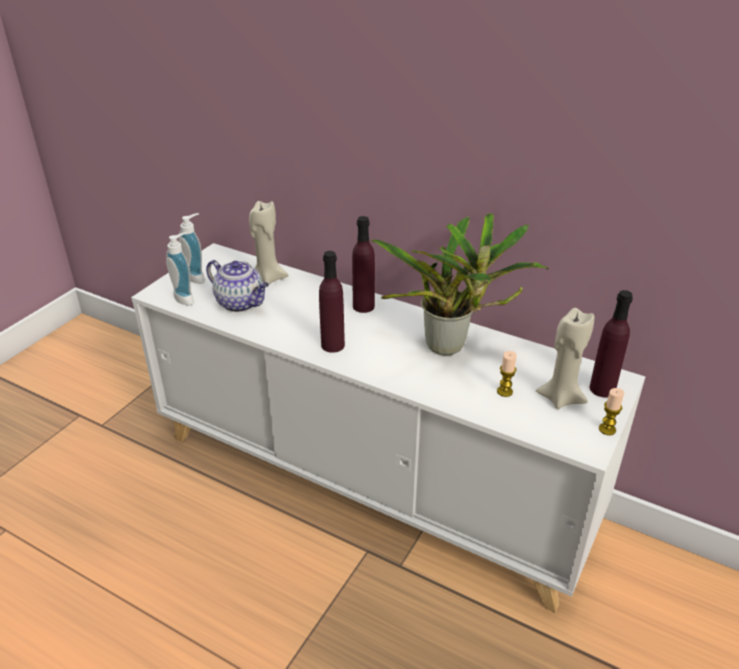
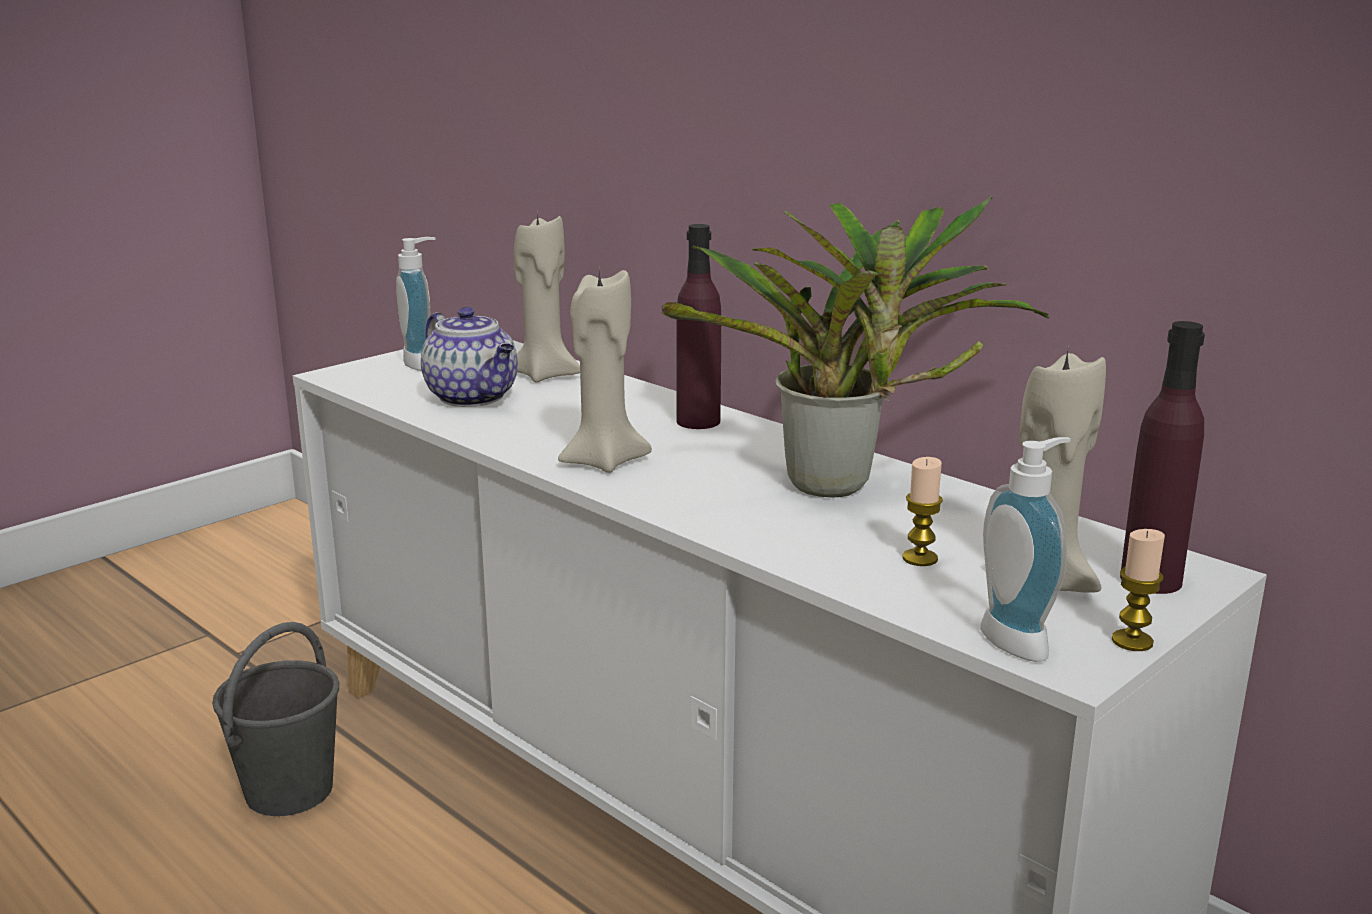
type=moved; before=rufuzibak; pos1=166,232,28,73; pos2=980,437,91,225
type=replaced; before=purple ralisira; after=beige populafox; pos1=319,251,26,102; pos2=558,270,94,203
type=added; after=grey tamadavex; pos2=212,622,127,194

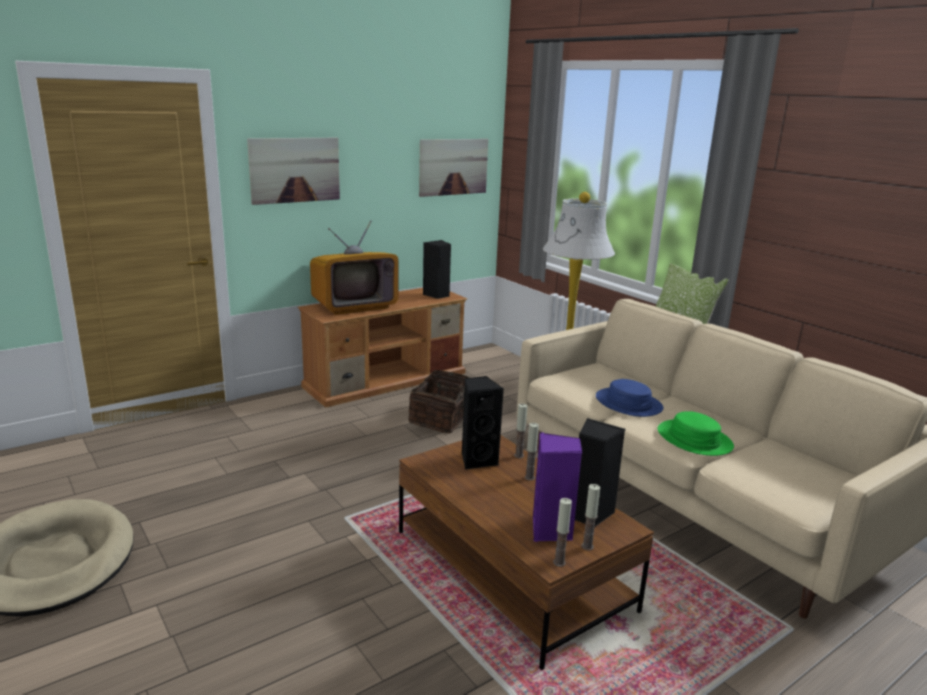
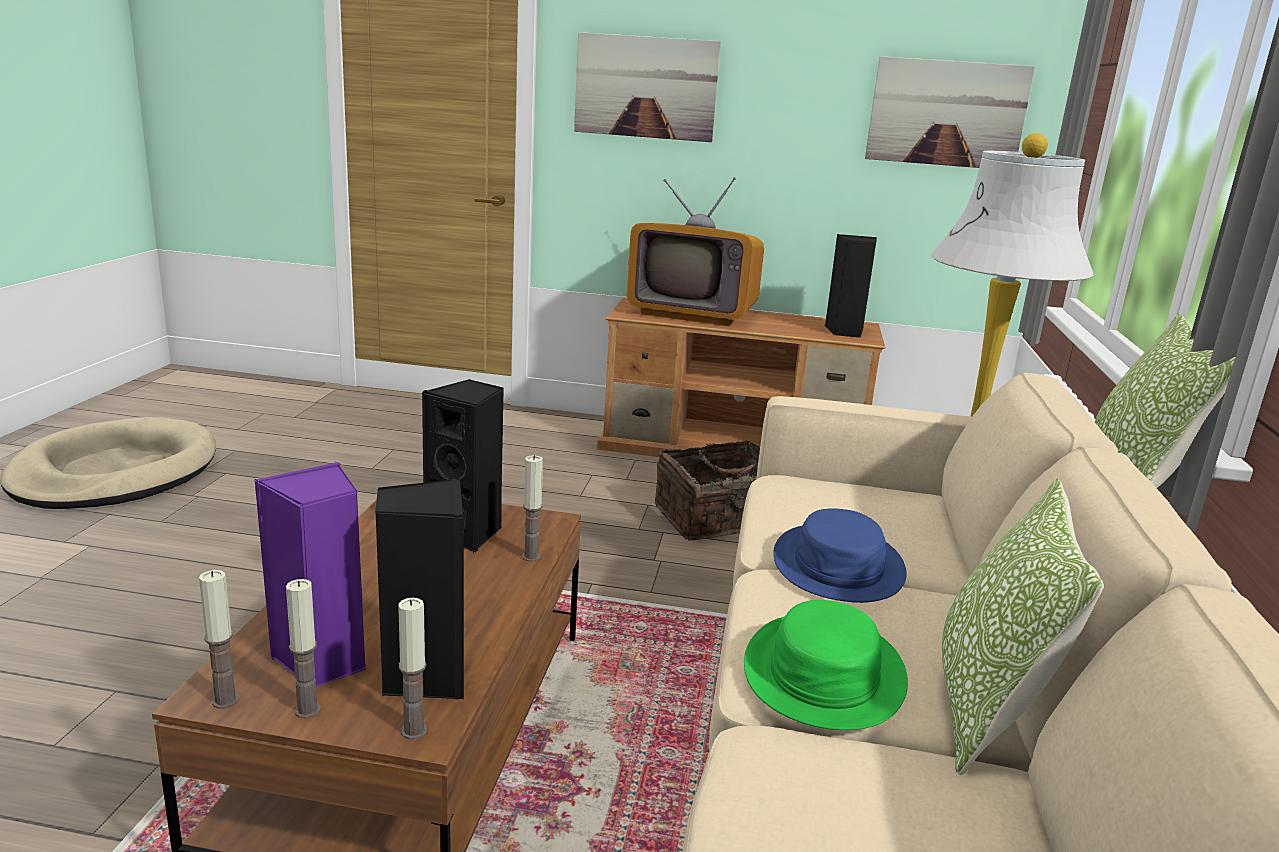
type=moved; before=populafox; pos1=525,423,14,58; pos2=398,598,29,141
type=added; after=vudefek; pos2=942,478,162,297

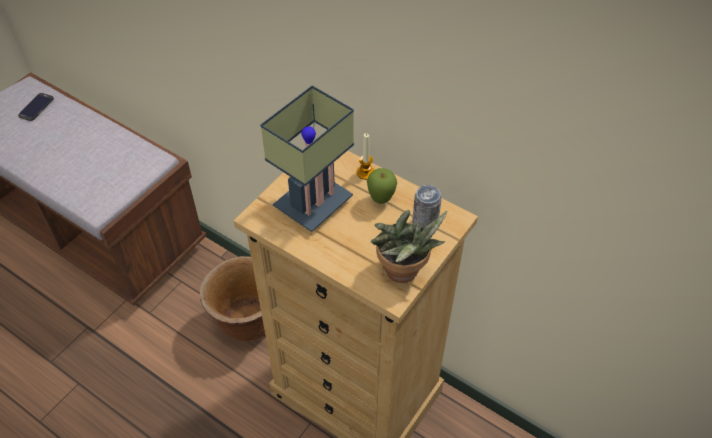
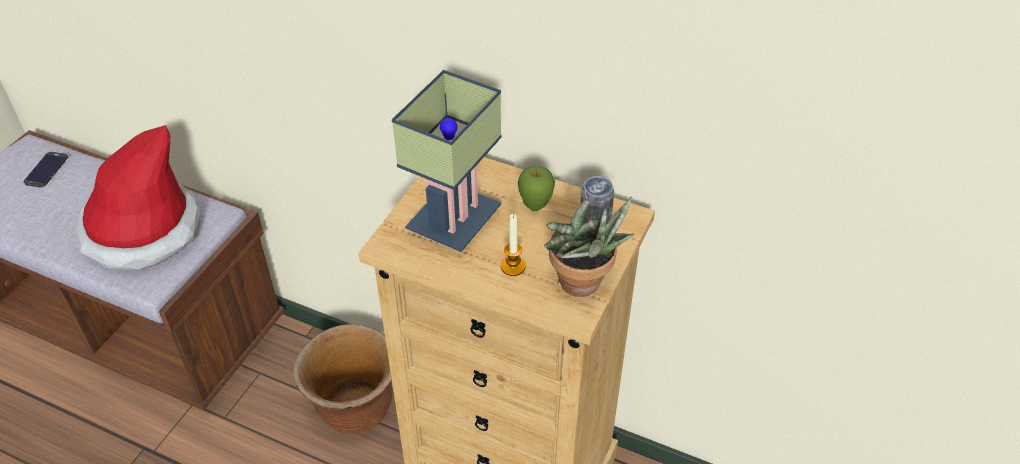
type=moved; before=populafox; pos1=357,133,17,47; pos2=501,214,25,62
type=added; after=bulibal; pos2=77,125,123,145

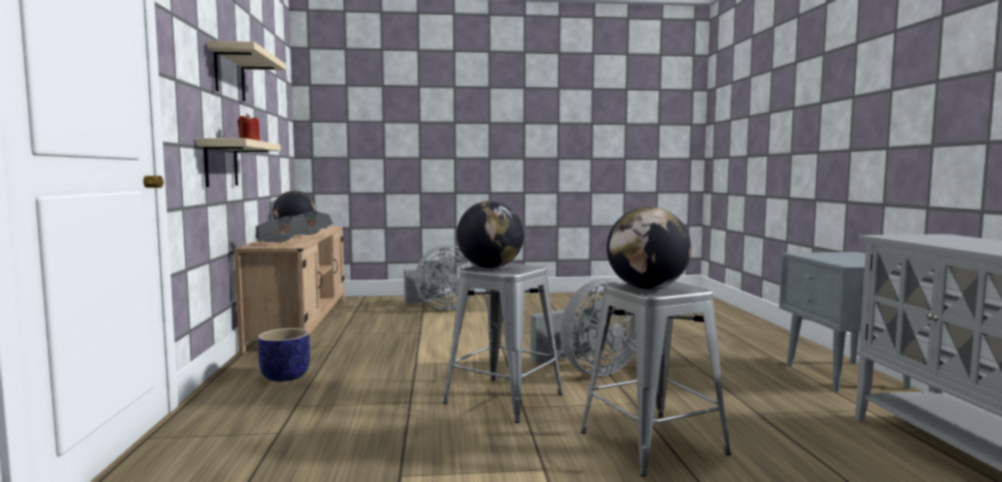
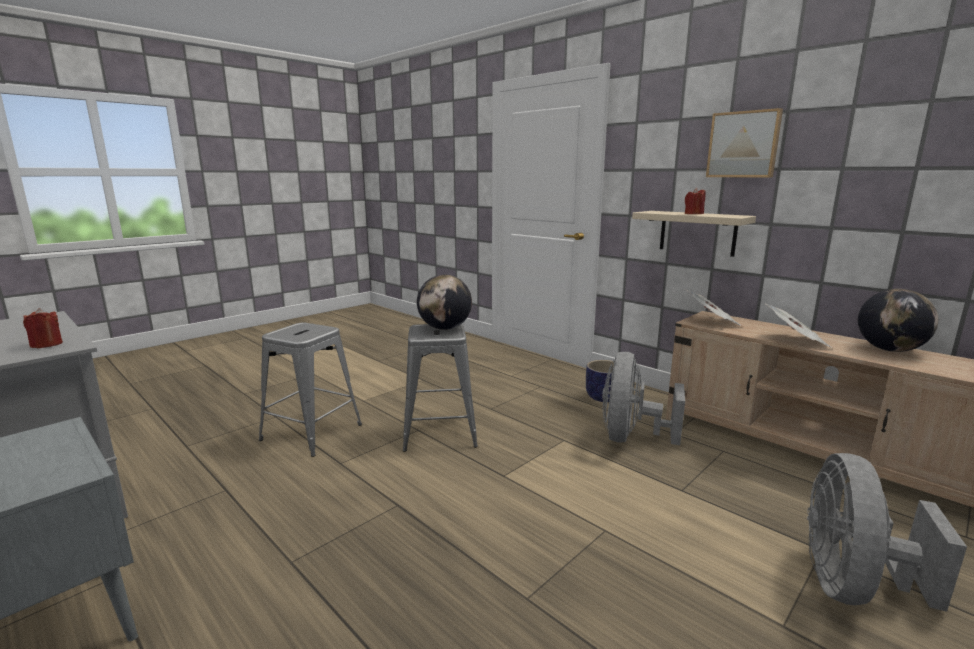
type=replaced; before=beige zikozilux; after=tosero; pos1=207,41,79,60; pos2=706,108,77,70
type=removed; before=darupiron; pos1=607,207,84,82
type=moved; before=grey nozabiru; pos1=530,279,106,97; pos2=602,352,83,93
type=added; after=red populafox; pos2=23,308,40,40

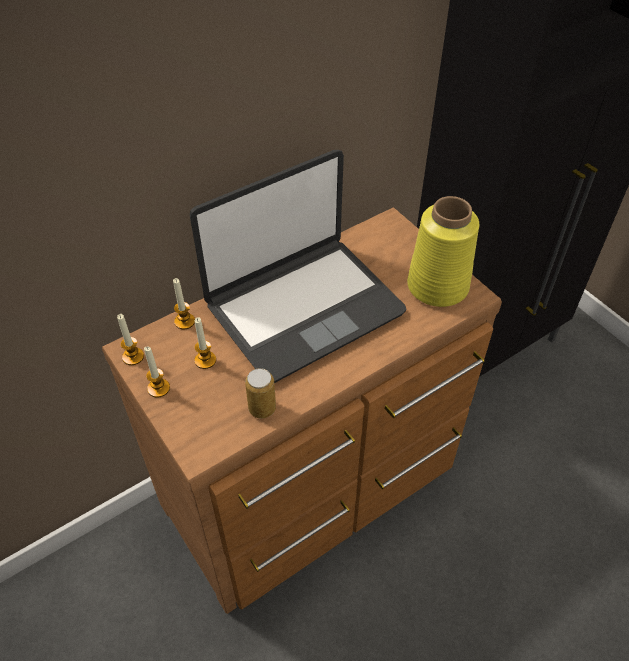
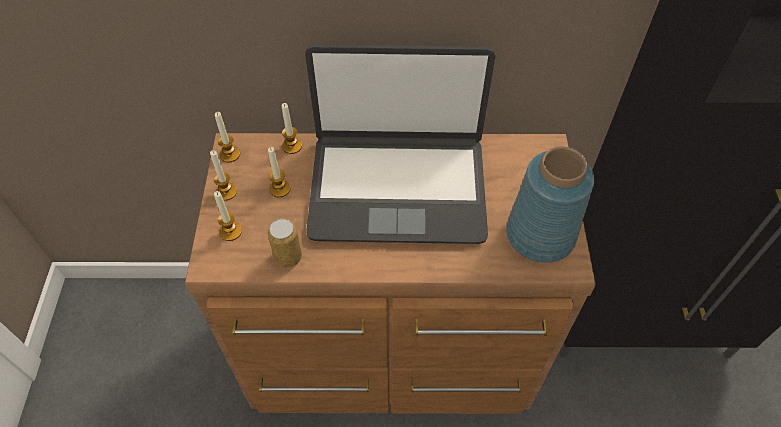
type=recoloured; before=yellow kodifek; after=blue kodifek; pos1=407,196,72,111; pos2=506,146,88,117
type=added; after=populafox; pos2=214,191,28,50

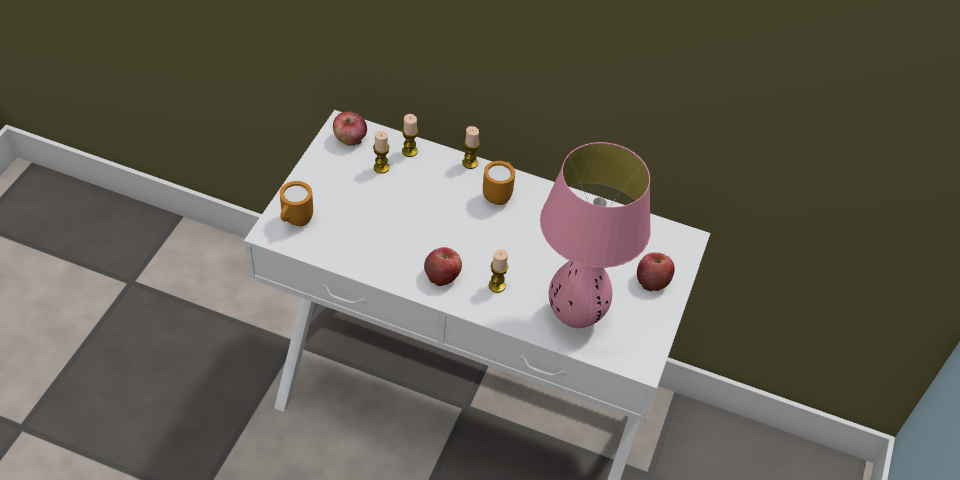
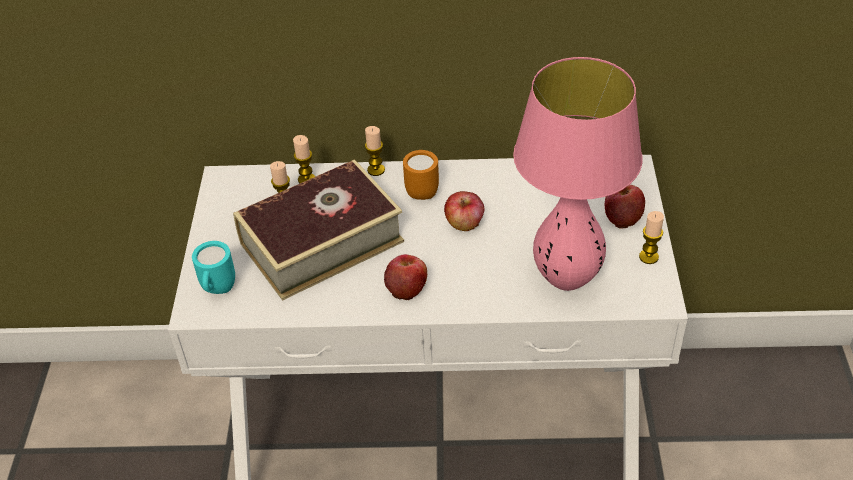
type=moved; before=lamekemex; pos1=333,112,34,34; pos2=444,191,41,40
type=recoloured; before=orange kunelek; after=turquoise kunelek; pos1=280,181,33,45; pos2=192,241,43,53
type=moved; before=populafox; pos1=489,249,19,44; pos2=639,211,25,53
type=added; after=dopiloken; pos2=233,159,171,142

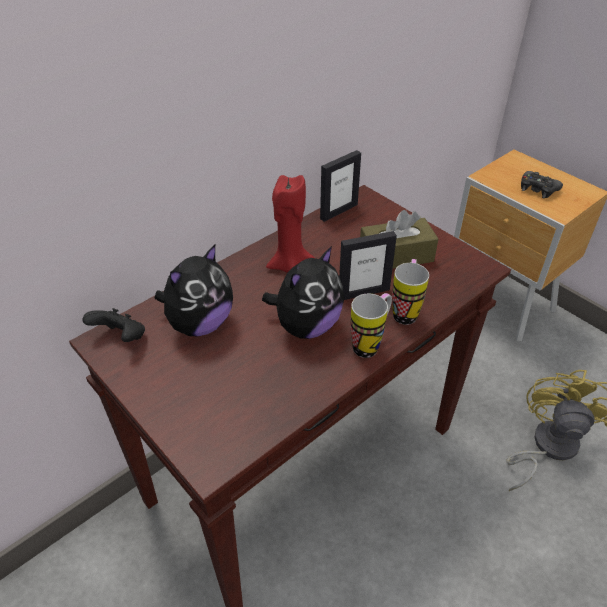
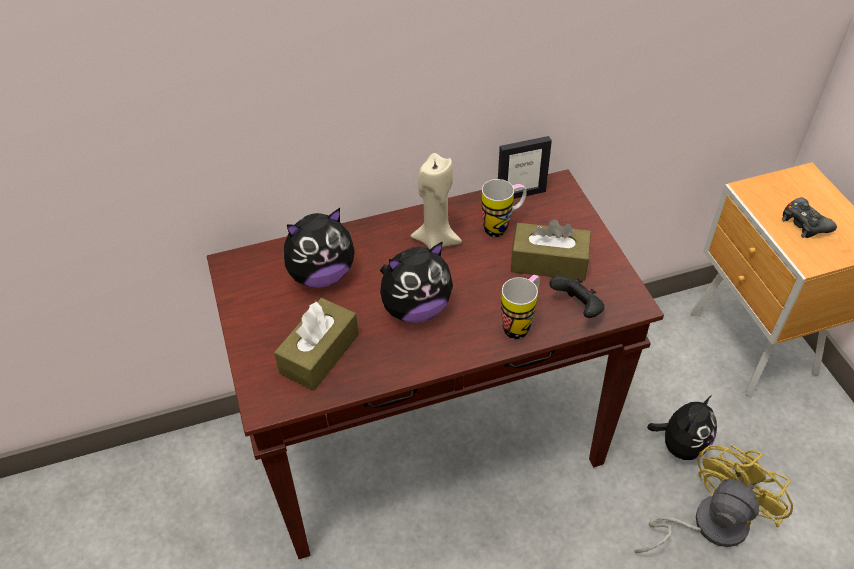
type=recoloured; before=red populafox; after=beige populafox; pos1=266,175,48,98; pos2=411,153,51,96
type=removed; before=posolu; pos1=339,231,58,69
type=moved; before=kunelek; pos1=350,293,42,65; pos2=482,179,45,58
type=moved; before=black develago; pos1=82,308,63,34; pos2=549,276,56,42
type=added; after=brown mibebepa; pos2=274,298,85,93
type=added; after=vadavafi; pos2=647,395,70,65

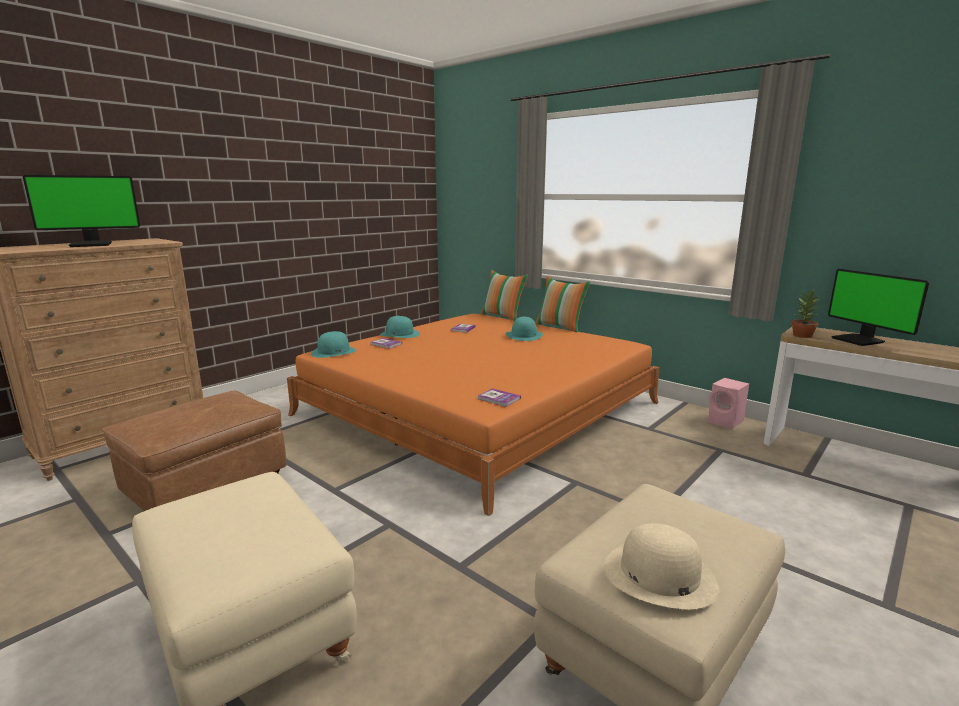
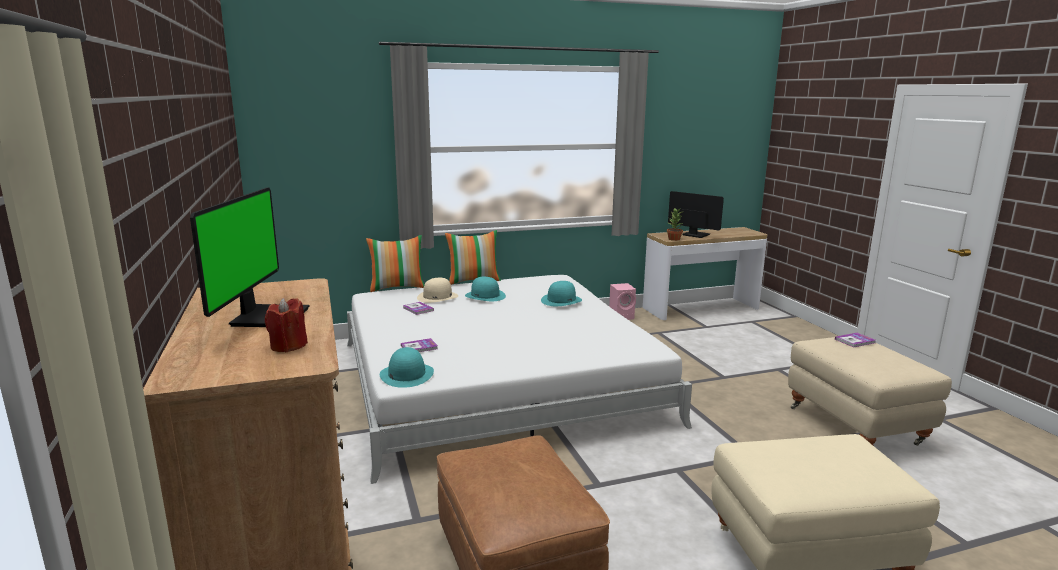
type=turned; before=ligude; pos1=828,269,101,77; pos2=668,191,56,47; turn=-150
type=recoloured; before=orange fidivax; after=white fidivax; pos1=287,314,373,202; pos2=347,275,345,209
type=moved; before=turquoise bulibal; pos1=380,316,40,22; pos2=541,281,41,25
type=moved; before=dopiloken; pos1=478,388,43,19; pos2=835,333,41,14
type=moved; before=beige bulibal; pos1=604,523,115,86; pos2=417,278,41,25
type=added; after=red populafox; pos2=265,298,43,54

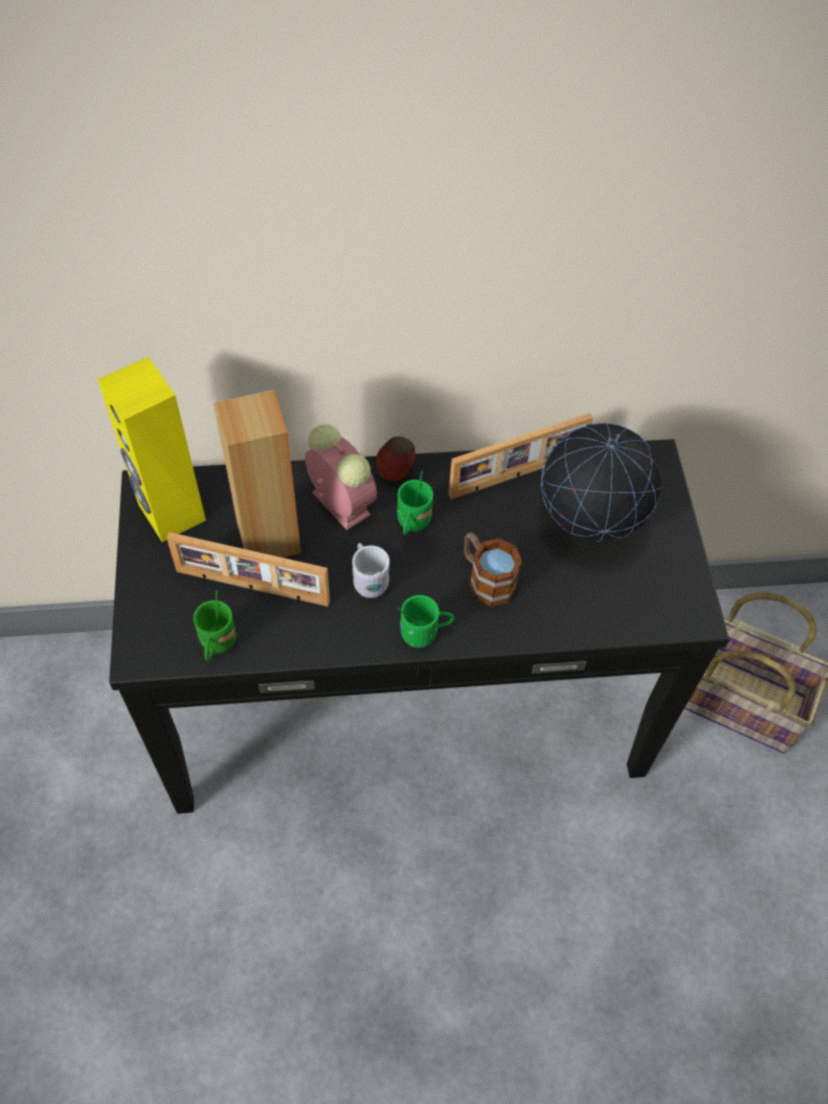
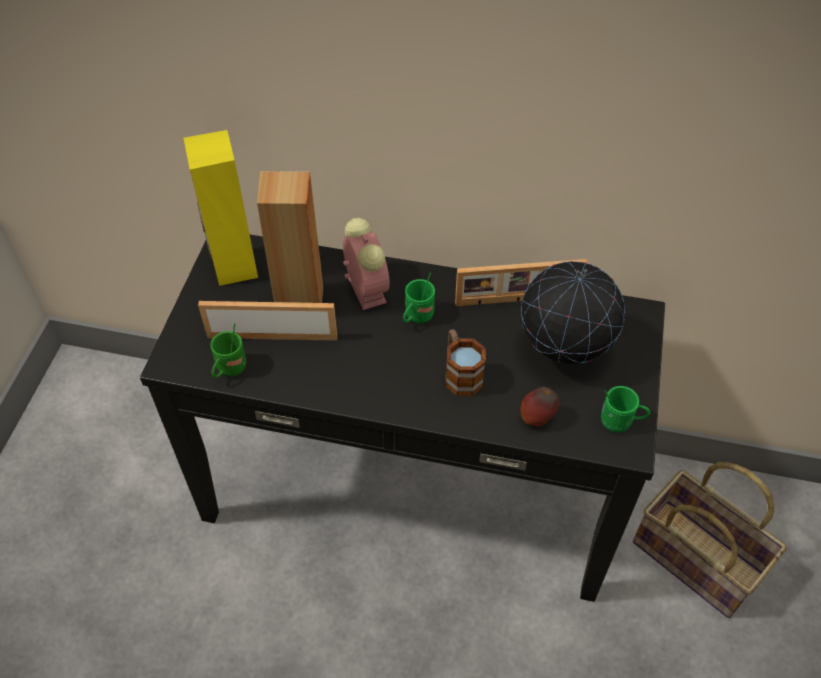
type=moved; before=lamekemex; pos1=376,436,39,45; pos2=520,387,39,39
type=turned; before=posolu; pos1=167,532,163,75; pos2=198,301,139,40; turn=150
type=removed; before=white kunelek; pos1=352,543,38,55
type=moved; before=green kunelek; pos1=397,595,58,53; pos2=601,386,50,47

